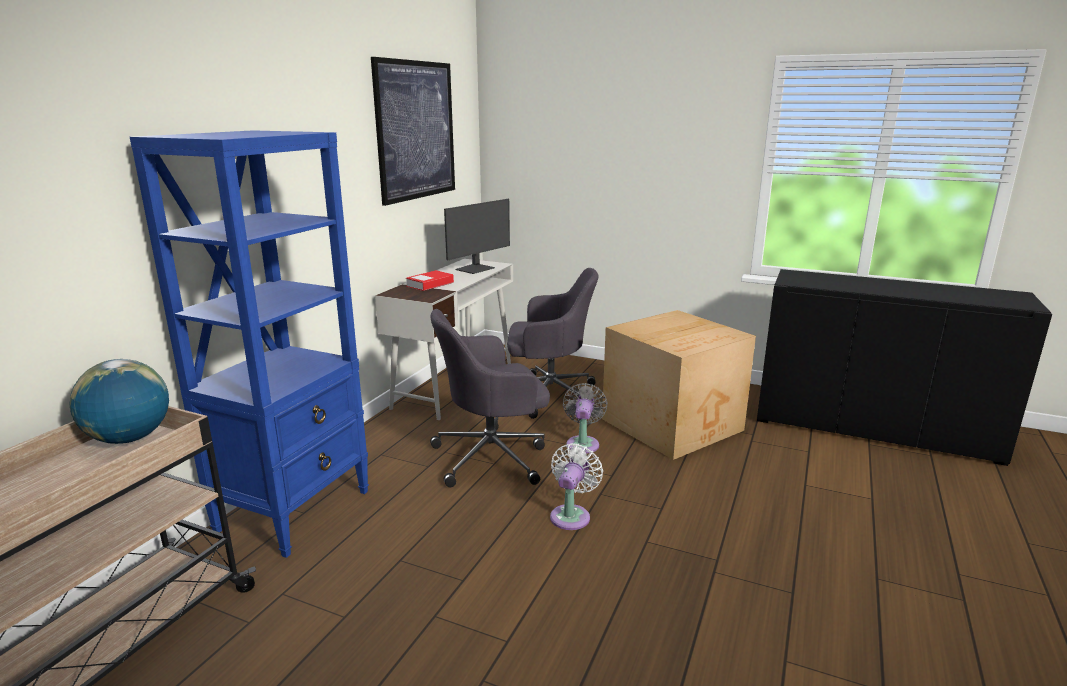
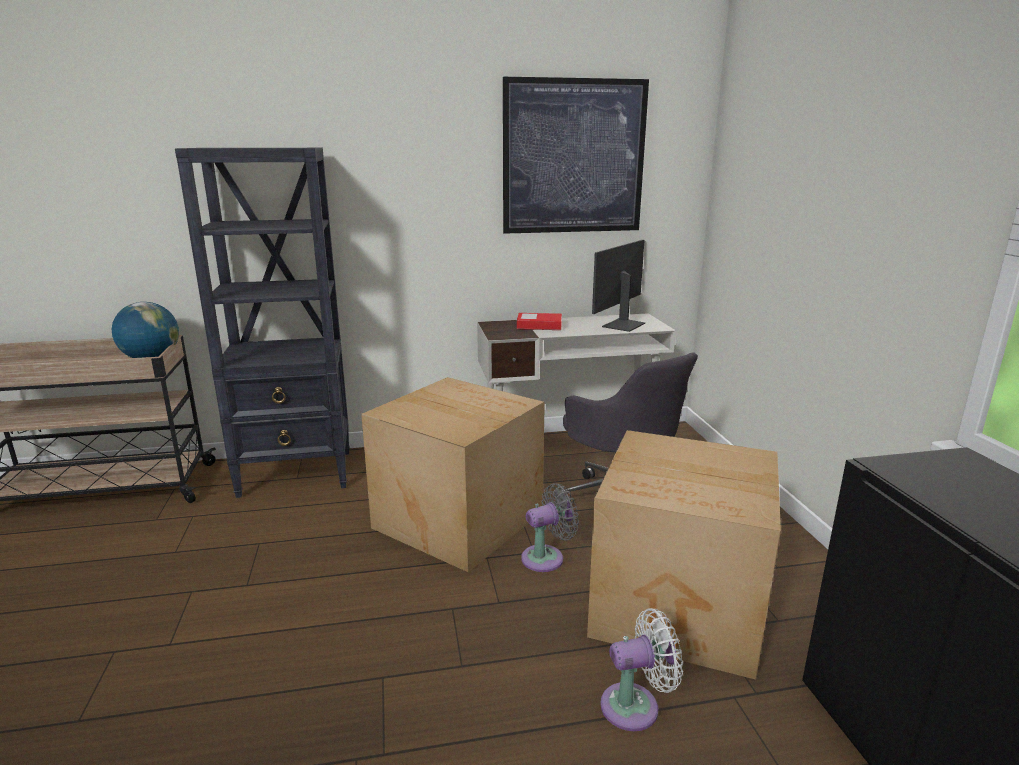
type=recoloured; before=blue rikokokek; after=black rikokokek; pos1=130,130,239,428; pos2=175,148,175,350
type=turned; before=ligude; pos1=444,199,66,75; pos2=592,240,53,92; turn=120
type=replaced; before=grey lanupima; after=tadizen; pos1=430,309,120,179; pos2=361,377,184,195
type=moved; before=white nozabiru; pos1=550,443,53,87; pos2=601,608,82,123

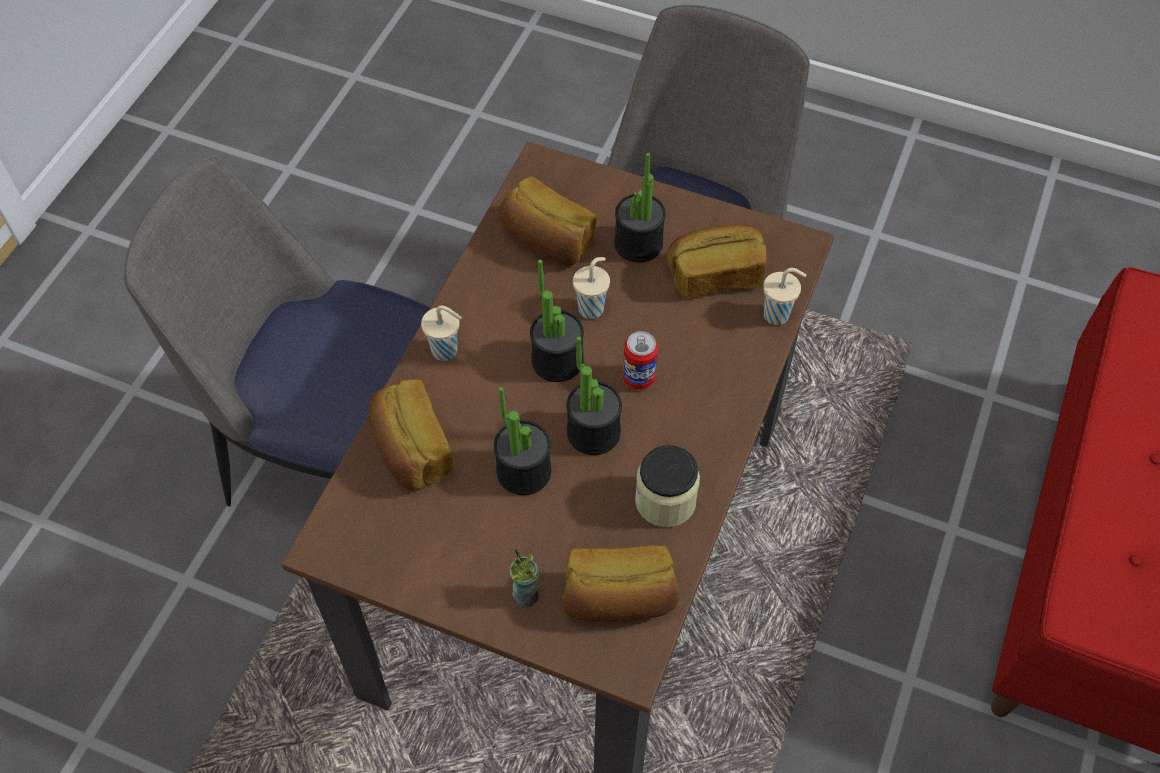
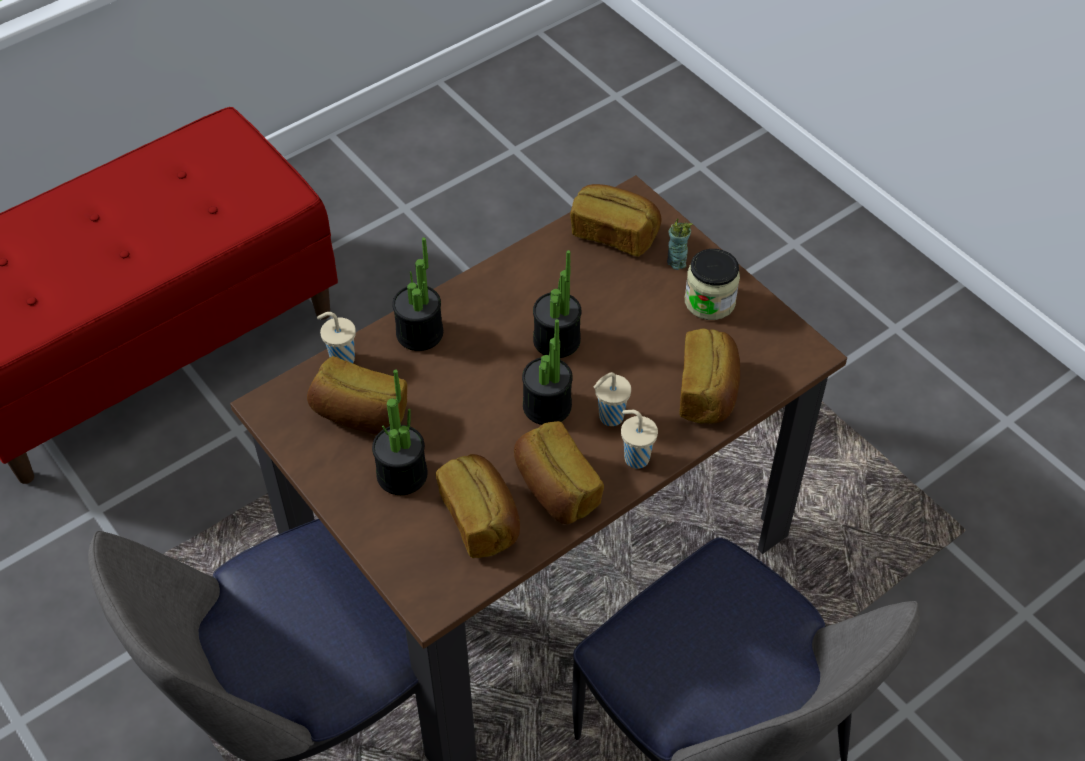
type=moved; before=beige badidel; pos1=573,257,37,62; pos2=594,372,37,54
type=removed; before=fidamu; pos1=623,331,35,59
type=moved; before=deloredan; pos1=494,387,57,108; pos2=393,237,50,114
type=moved; before=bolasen; pos1=635,445,65,82; pos2=685,249,55,71
type=added; after=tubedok; pos2=514,421,90,103

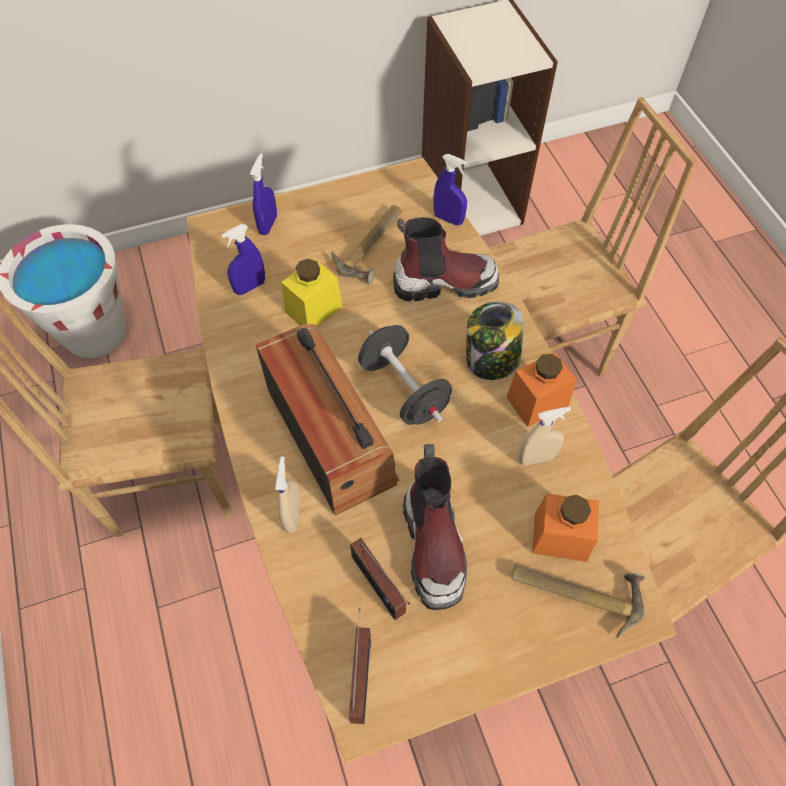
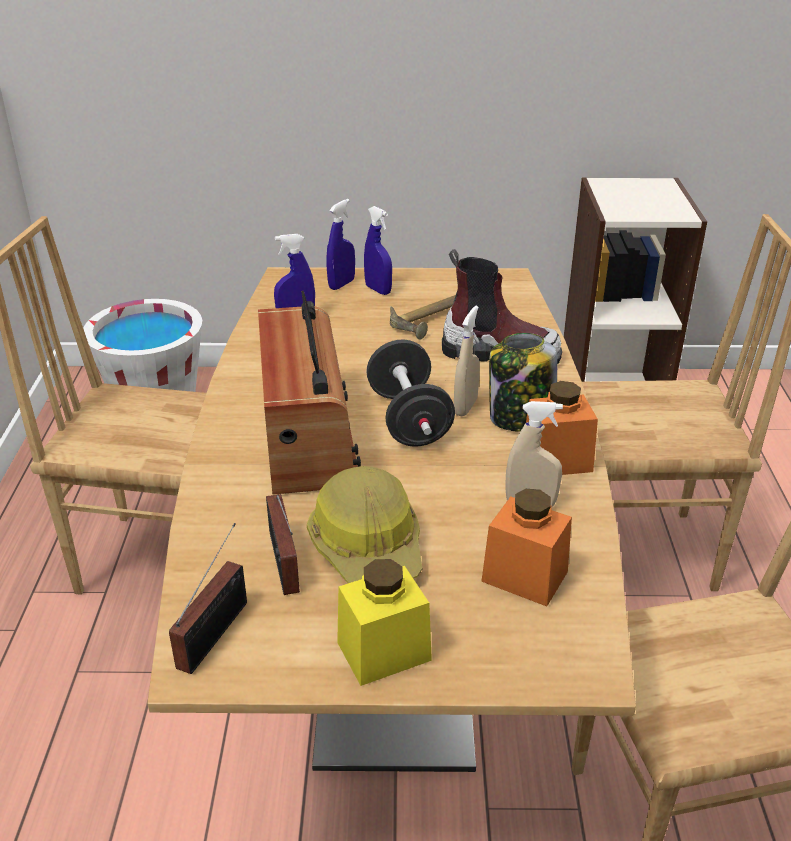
type=moved; before=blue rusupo; pos1=433,154,35,71; pos2=364,206,28,89
type=moved; before=yellow bolasen; pos1=281,259,61,68; pos2=337,559,95,127
type=replaced; before=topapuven; after=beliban; pos1=403,444,64,166; pos2=307,466,115,117
type=moved; before=beige rusupo; pos1=275,456,25,77; pos2=454,306,26,110
type=removed; before=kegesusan; pos1=511,564,134,74

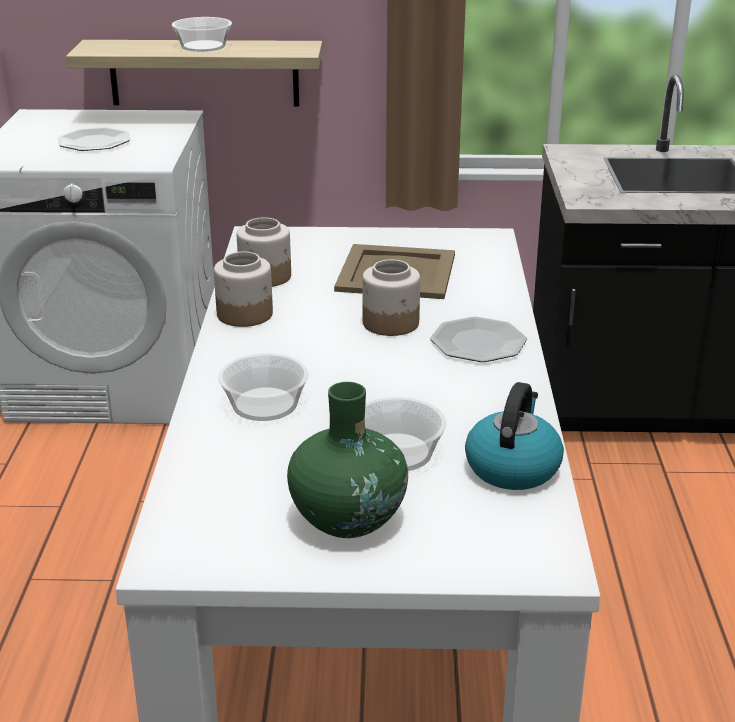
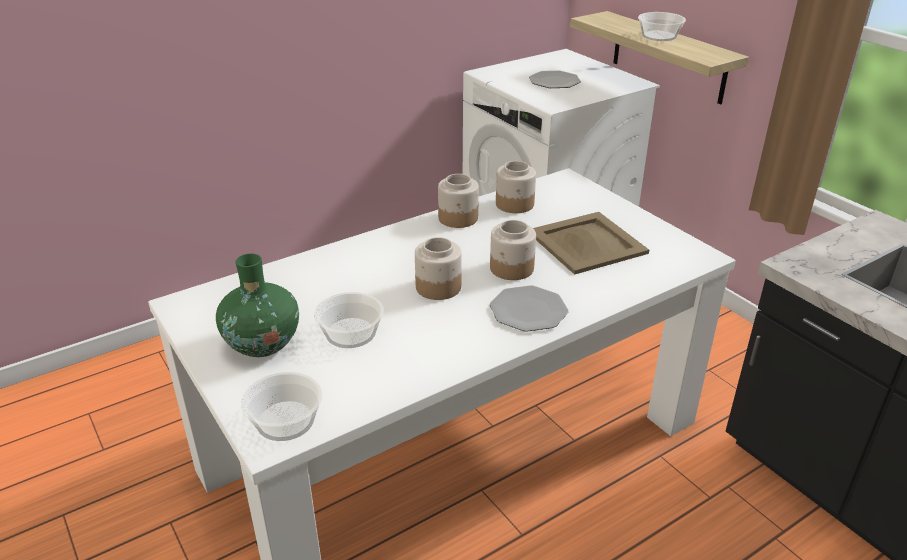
type=moved; before=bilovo; pos1=218,354,91,67; pos2=241,372,82,69
type=removed; before=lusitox; pos1=465,382,99,108
type=added; after=bolasen; pos2=415,237,47,63

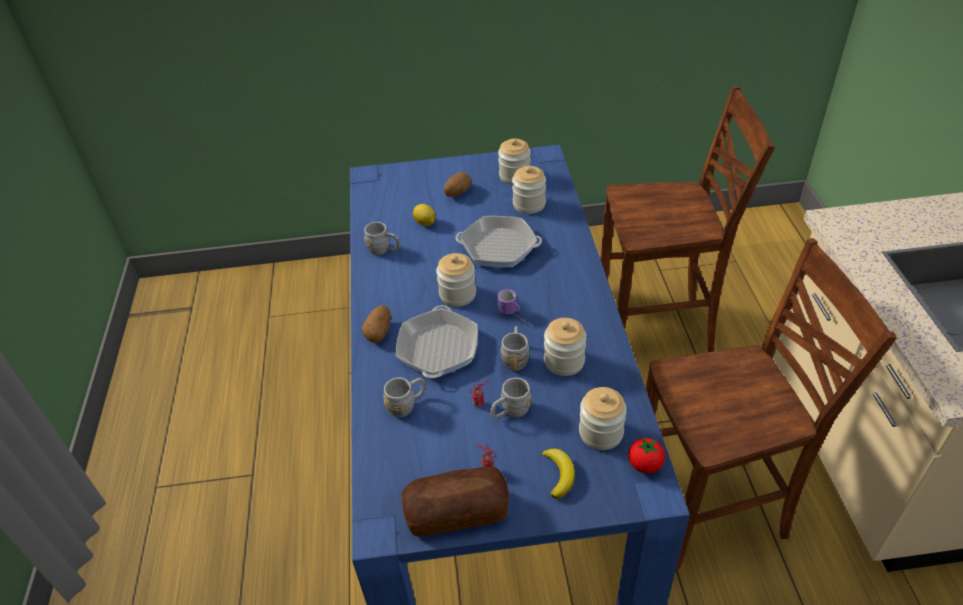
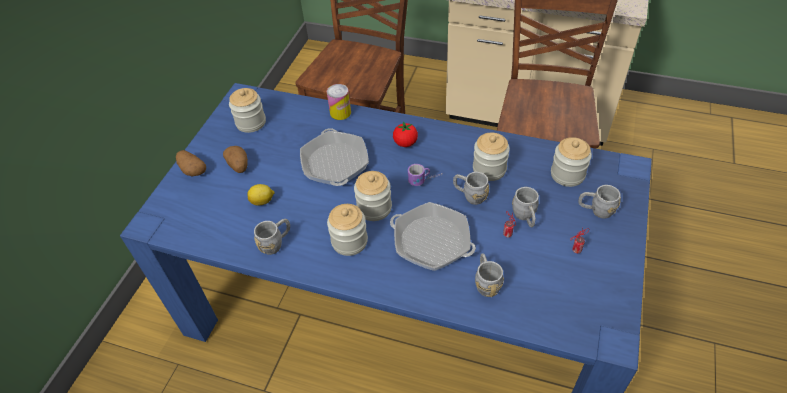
type=moved; before=bolasen; pos1=512,166,34,48; pos2=327,204,41,52
type=turned; before=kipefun; pos1=455,216,87,52; pos2=300,128,69,58; turn=135
type=moved; before=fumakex; pos1=362,306,29,37; pos2=176,150,30,26
type=moved; before=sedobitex; pos1=628,437,37,36; pos2=393,121,25,26
type=replaced; before=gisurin; after=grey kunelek; pos1=541,448,34,51; pos2=578,185,43,34
type=removed; before=tubedok; pos1=402,467,107,70
type=added; after=fidamu; pos2=327,84,24,36

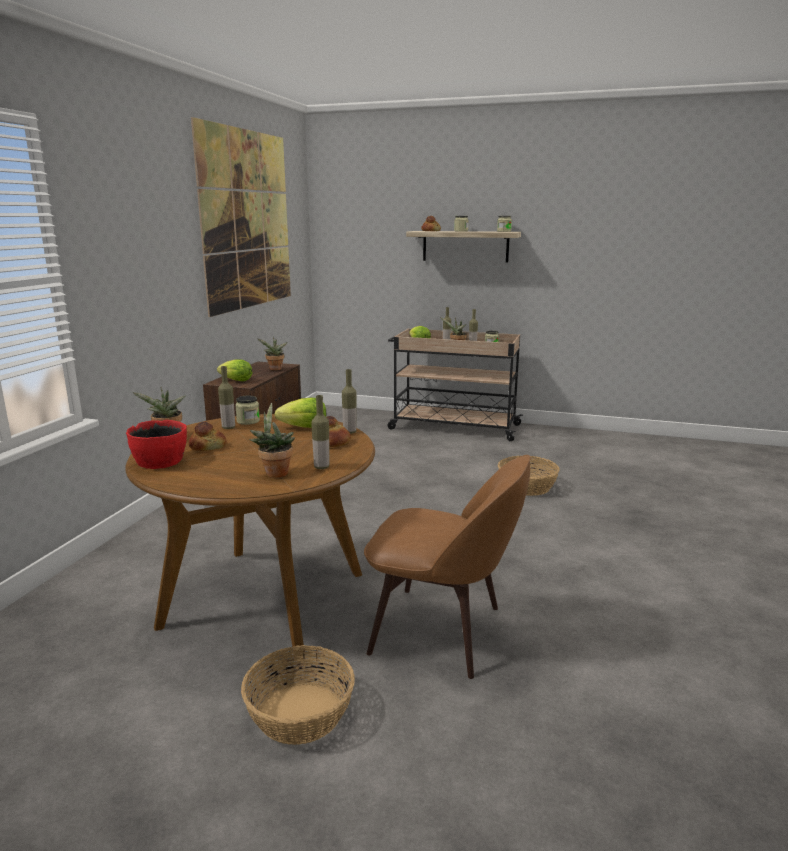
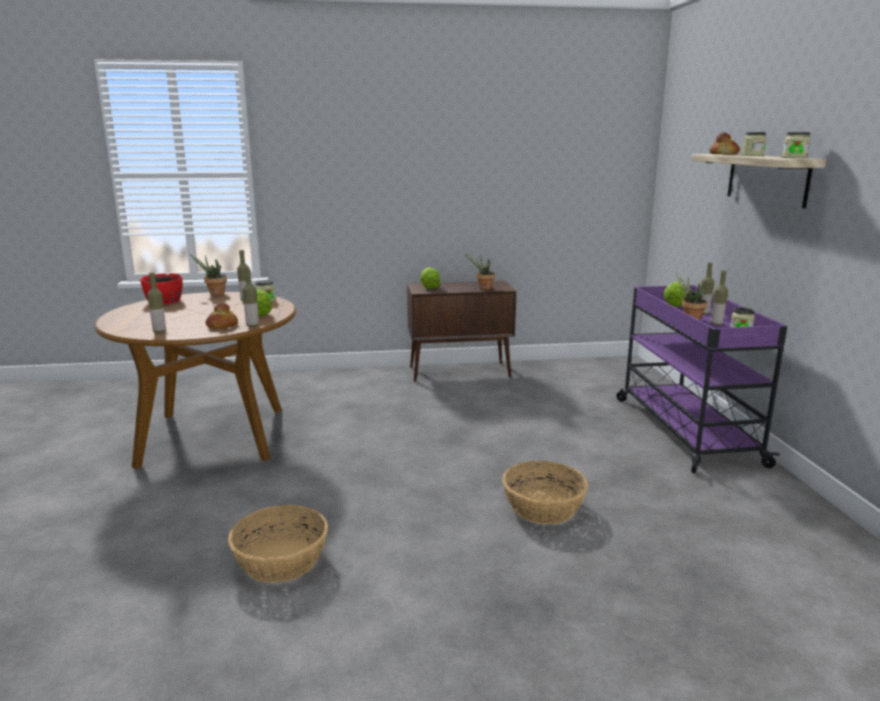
type=removed; before=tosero; pos1=191,117,100,200
type=recoloured; before=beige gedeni; after=purple gedeni; pos1=387,329,136,112; pos2=617,285,170,188
type=removed; before=deloredan; pos1=249,403,46,75
type=removed; before=tubedok; pos1=189,422,37,29
type=removed; before=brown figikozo; pos1=364,455,167,224
type=moved; before=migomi; pos1=241,645,114,100; pos2=228,505,100,78

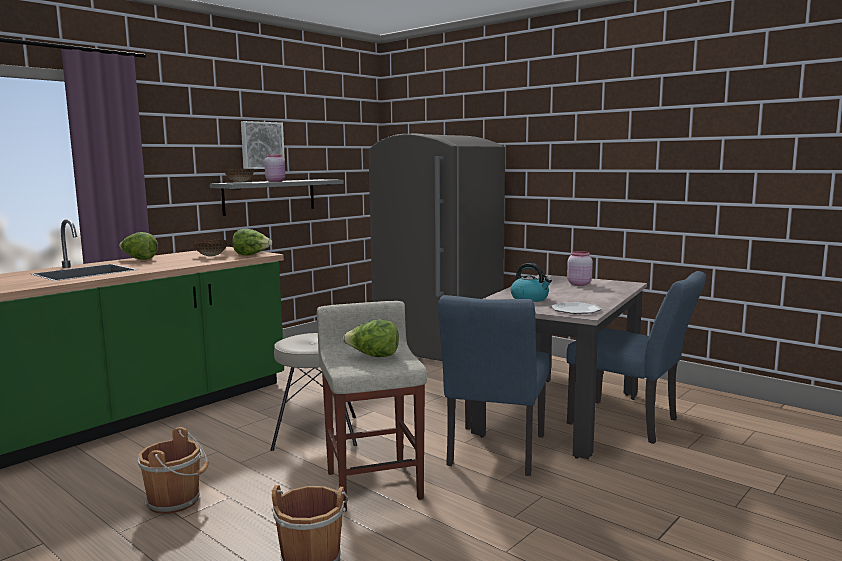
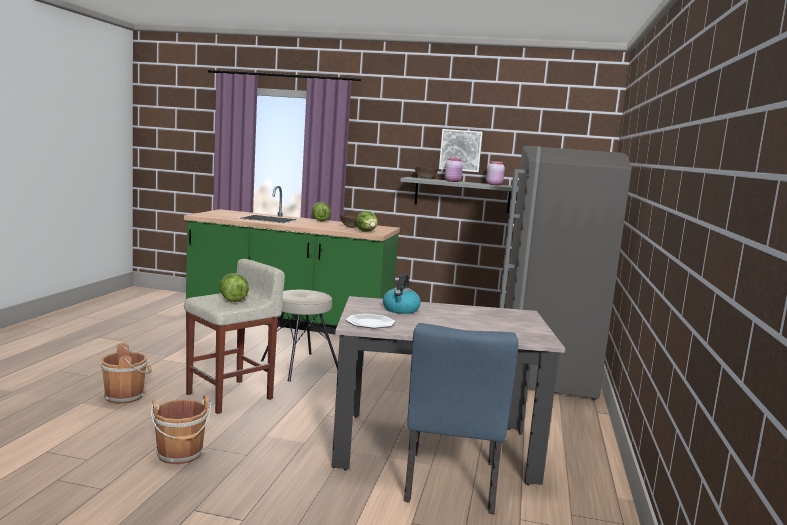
type=moved; before=pink bolasen; pos1=567,251,26,35; pos2=486,161,19,24
type=removed; before=blue figikozo; pos1=438,295,112,181
type=moved; before=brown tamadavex; pos1=138,427,71,87; pos2=151,395,60,70

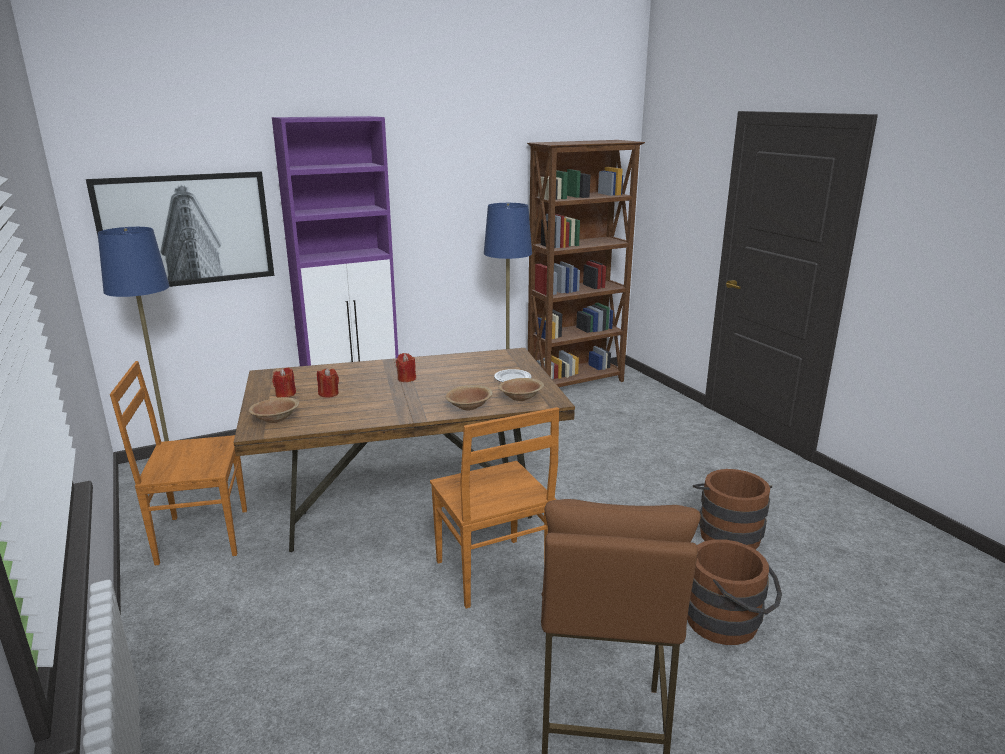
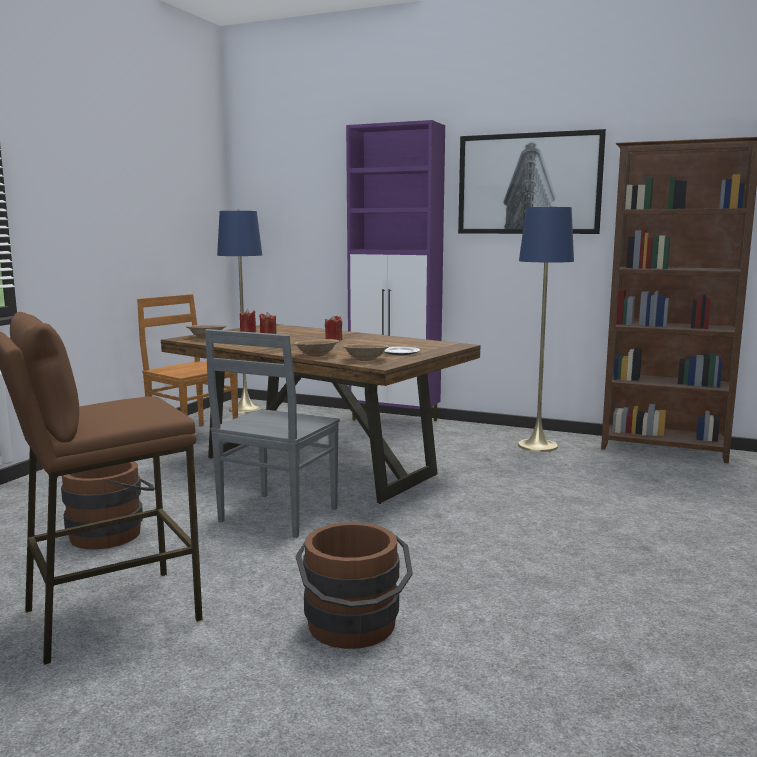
type=moved; before=tosero; pos1=86,171,188,116; pos2=458,129,148,105
type=recoloured; before=brown figikozo; after=grey figikozo; pos1=430,407,129,201; pos2=205,329,135,209
type=moved; before=brown tamadavex; pos1=693,469,79,81; pos2=61,461,94,88

